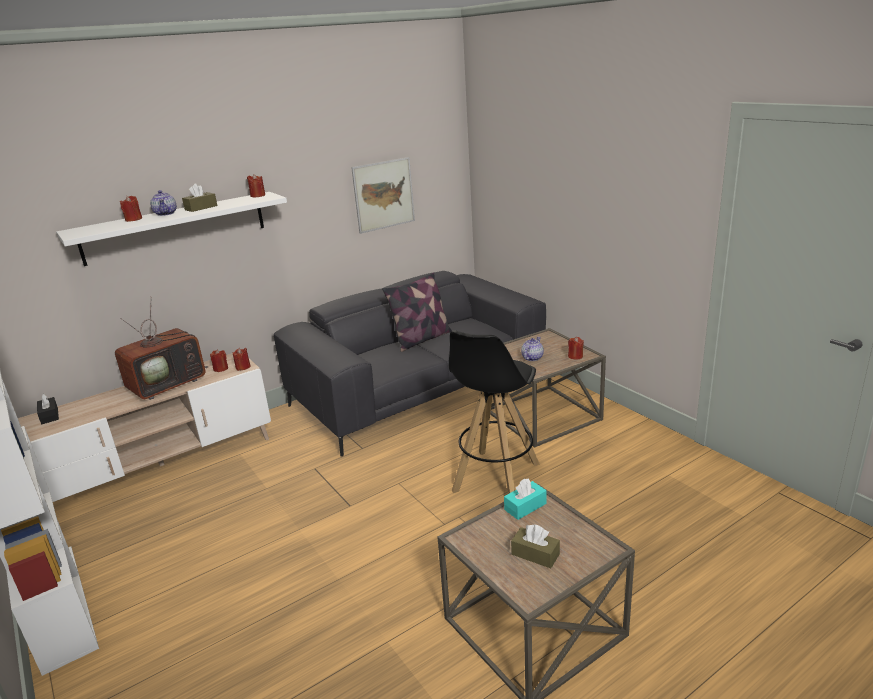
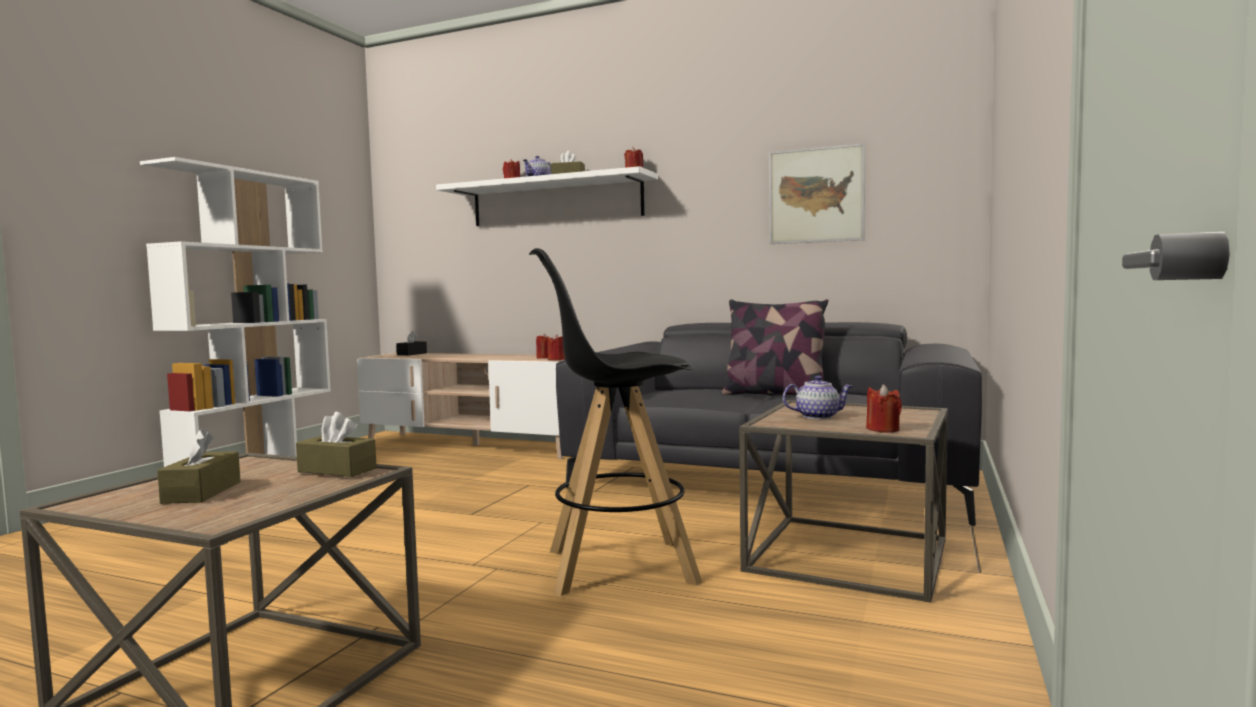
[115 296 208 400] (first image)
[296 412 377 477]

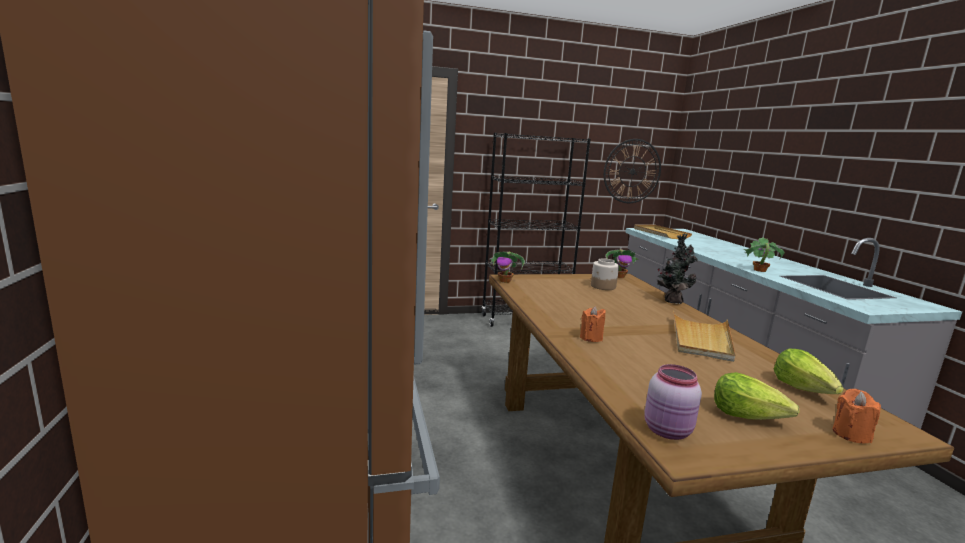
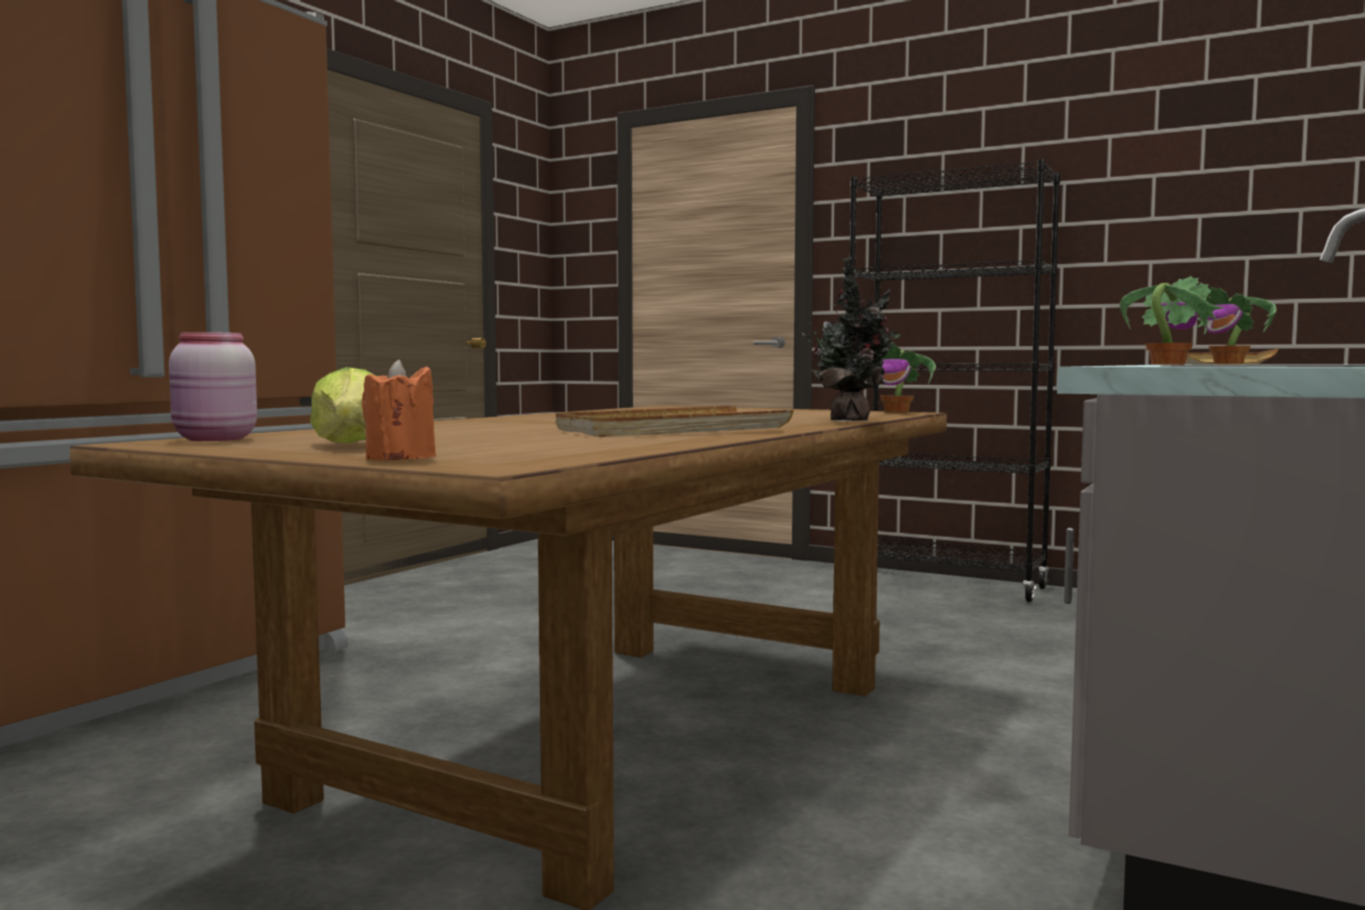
[604 139 661 203] (first image)
[1197 286 1277 364]
[591 258 619 290] (first image)
[580 306 606 342] (first image)
[774 349 844 394] (first image)

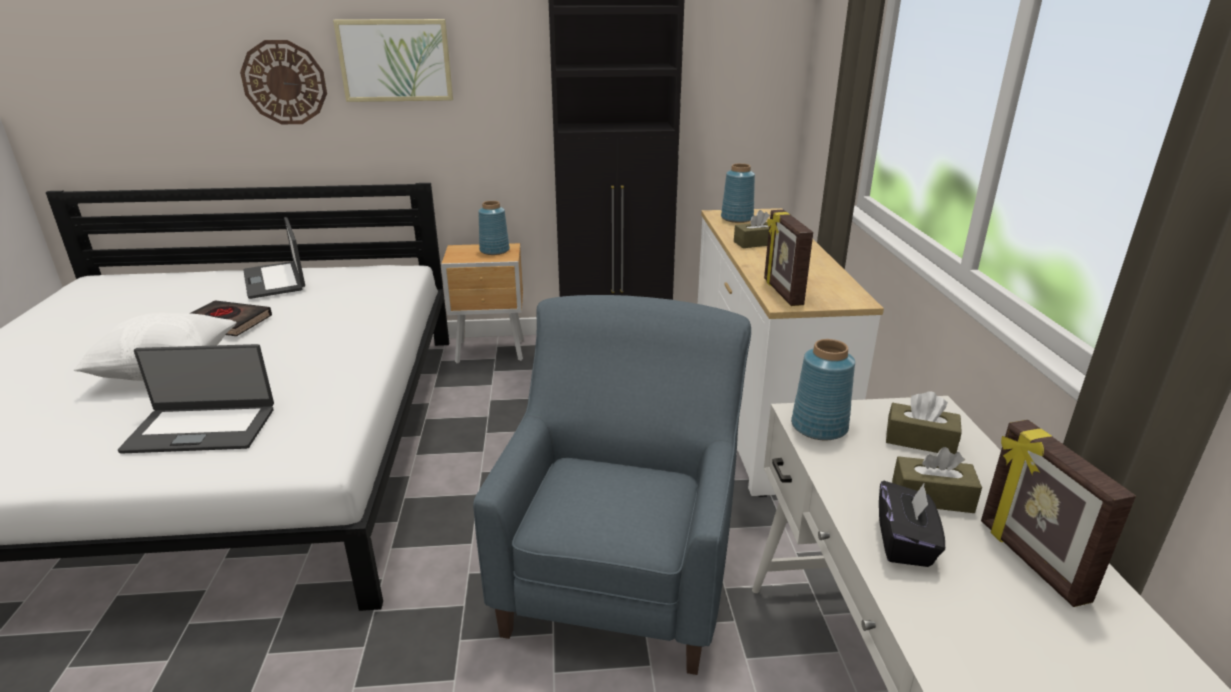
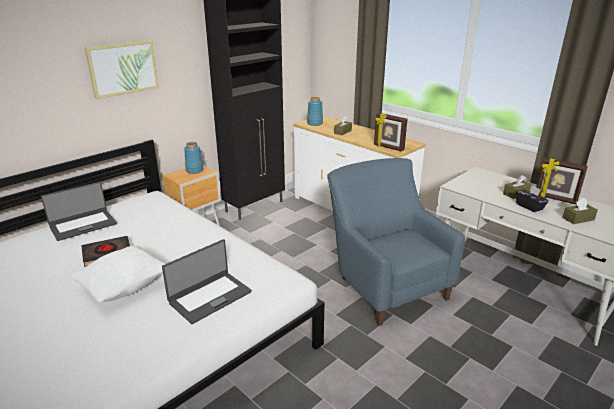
[240 40 327 124] (first image)
[41 182 117 241]
[791 339 855 440] (first image)
[562 198 598 224]

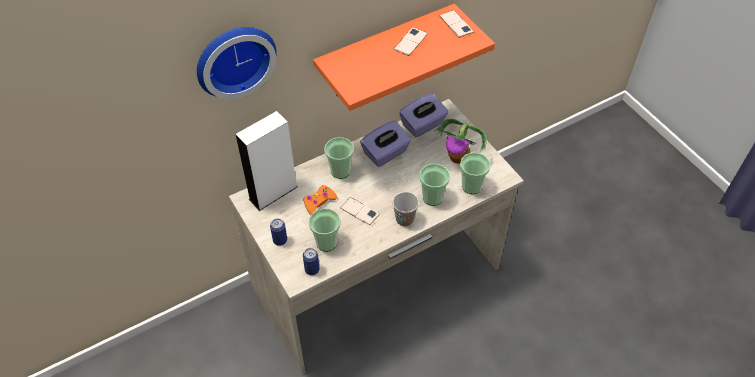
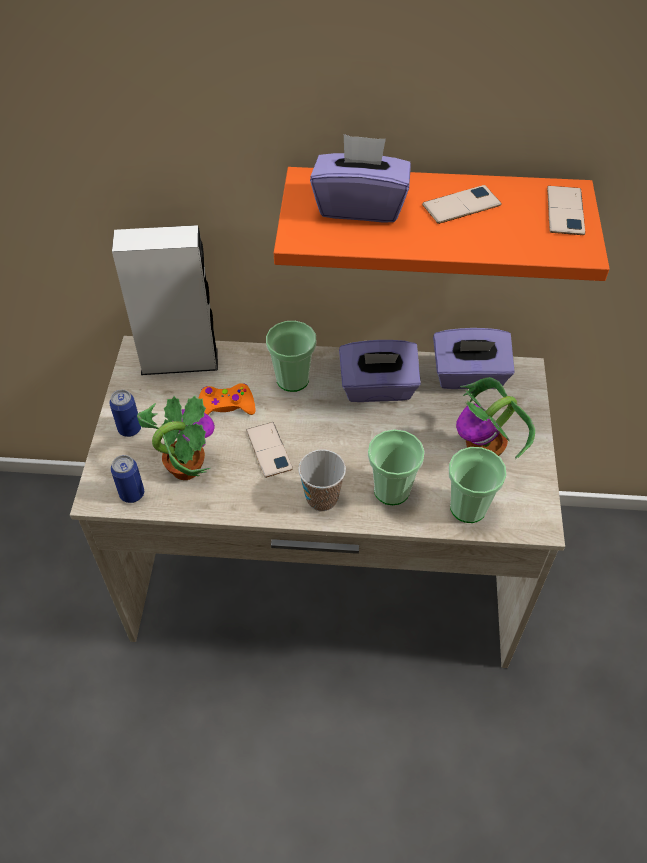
[197 27 277 99] (first image)
[137 395 215 480]
[310 134 411 222]

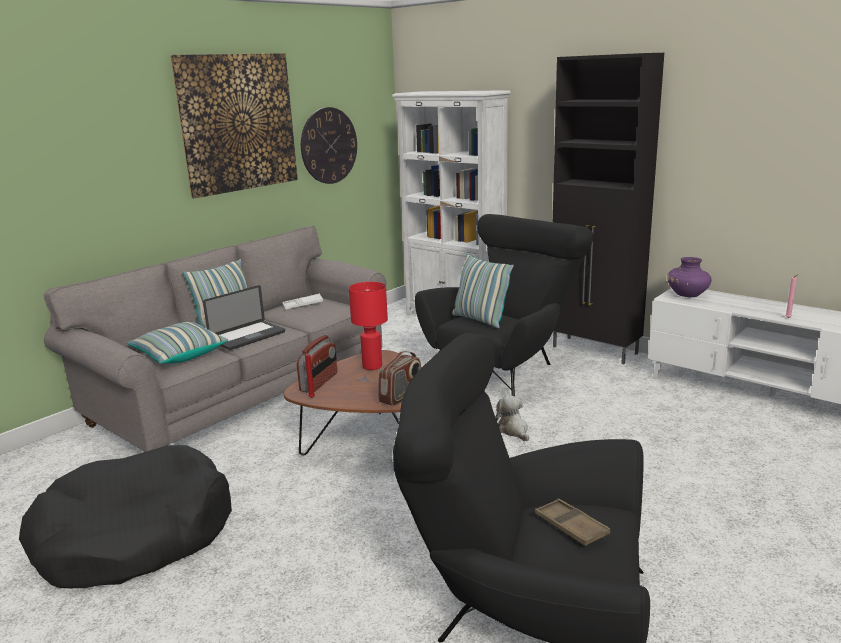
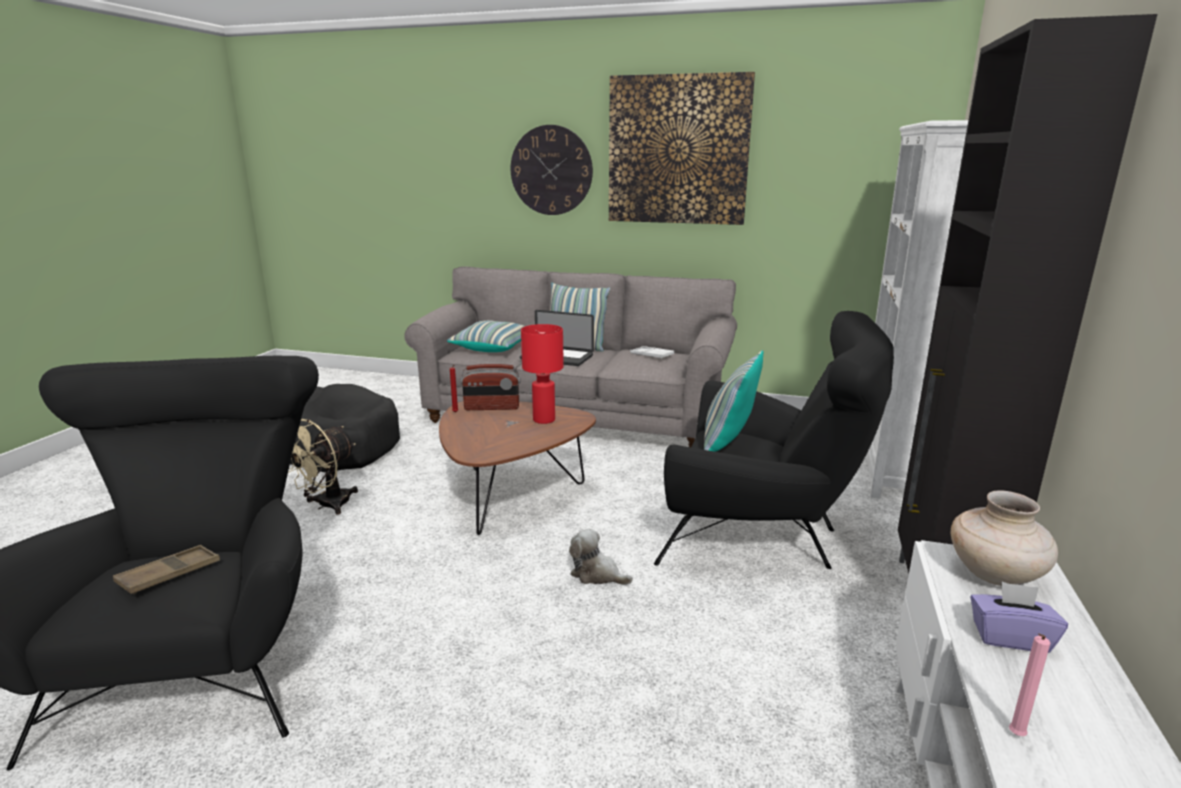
[510 125 593 215]
[951 491 1058 586]
[378 351 421 406] (first image)
[569 529 633 585]
[288 419 358 515]
[970 582 1068 653]

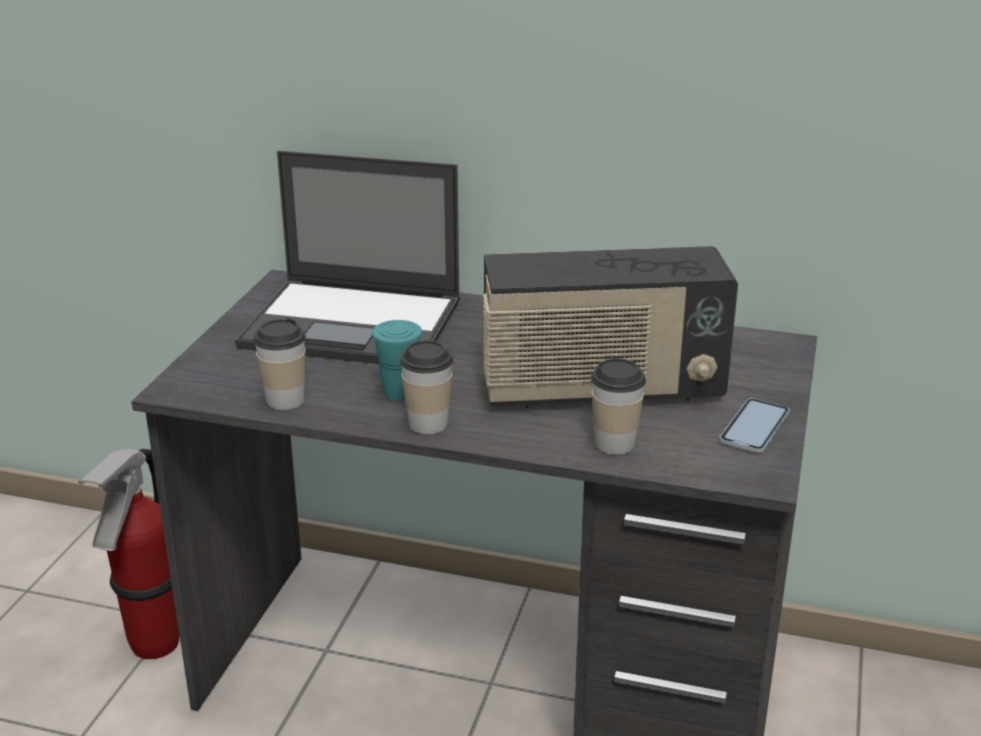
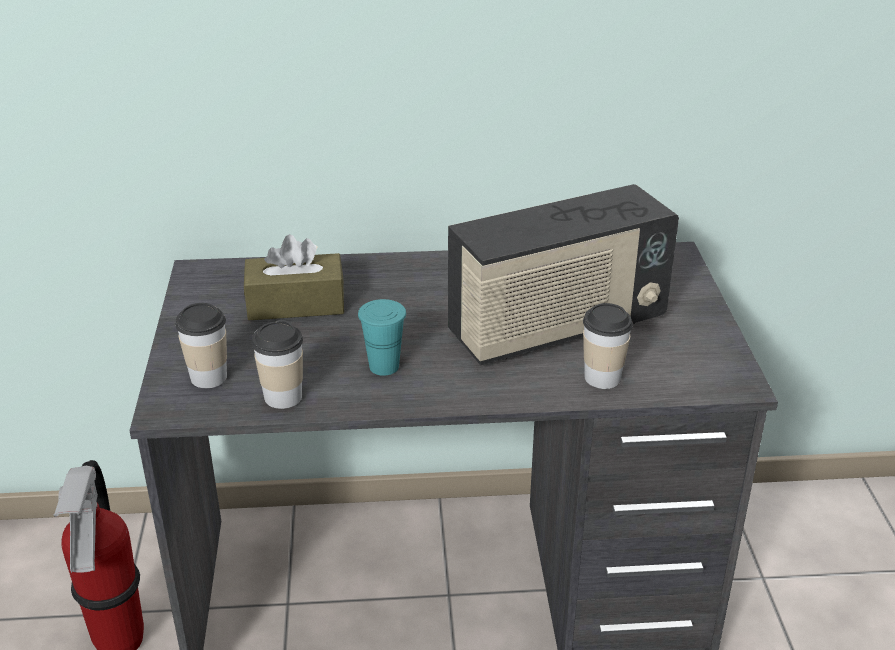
[244 234 344 320]
[175 303 227 388]
[719 398 790 453] (first image)

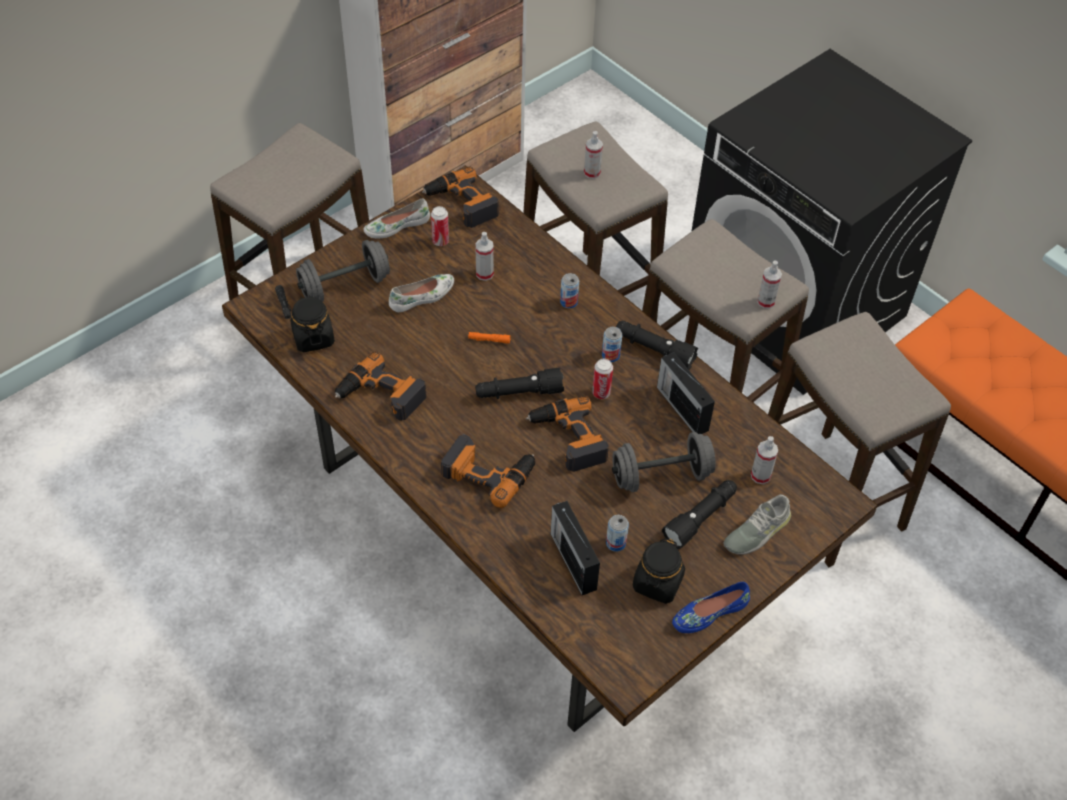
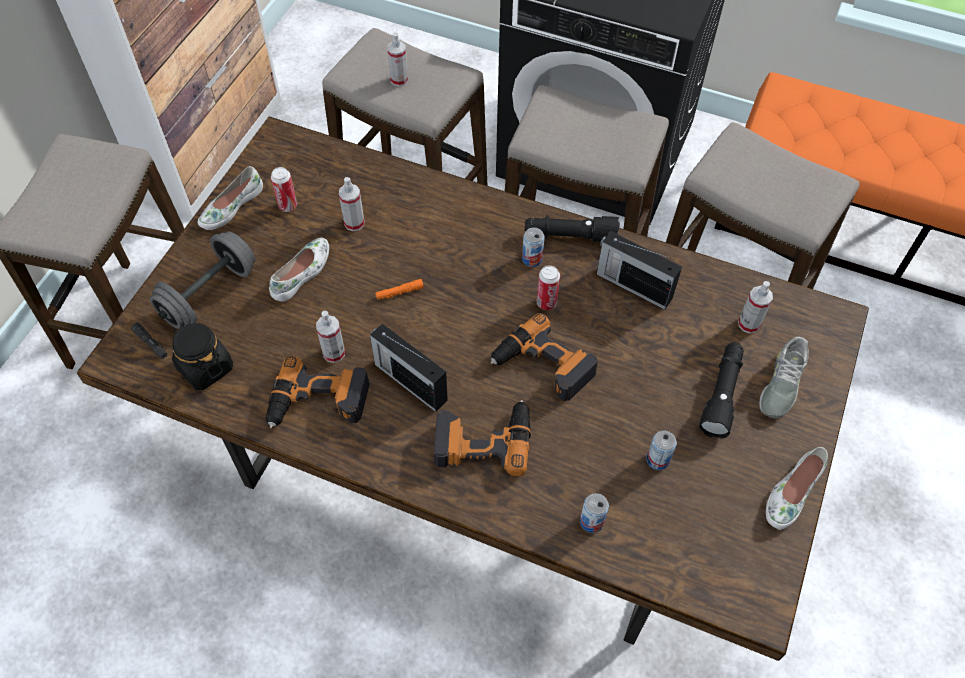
[422 167 499 228] (first image)
[316 311 345 363]
[580 493 609 533]
[475 368 564 399] (first image)
[612 432 716 492] (first image)
[370 323 448 412]
[633 538 685 604] (first image)
[766 447 828 529]

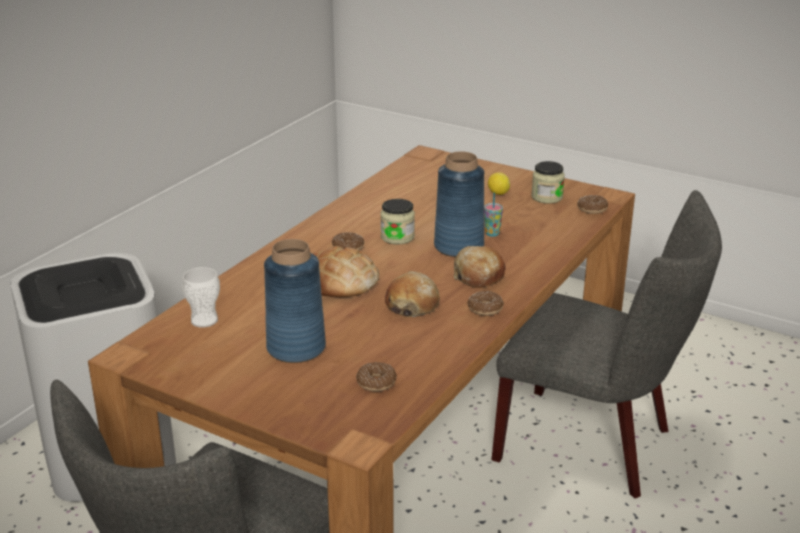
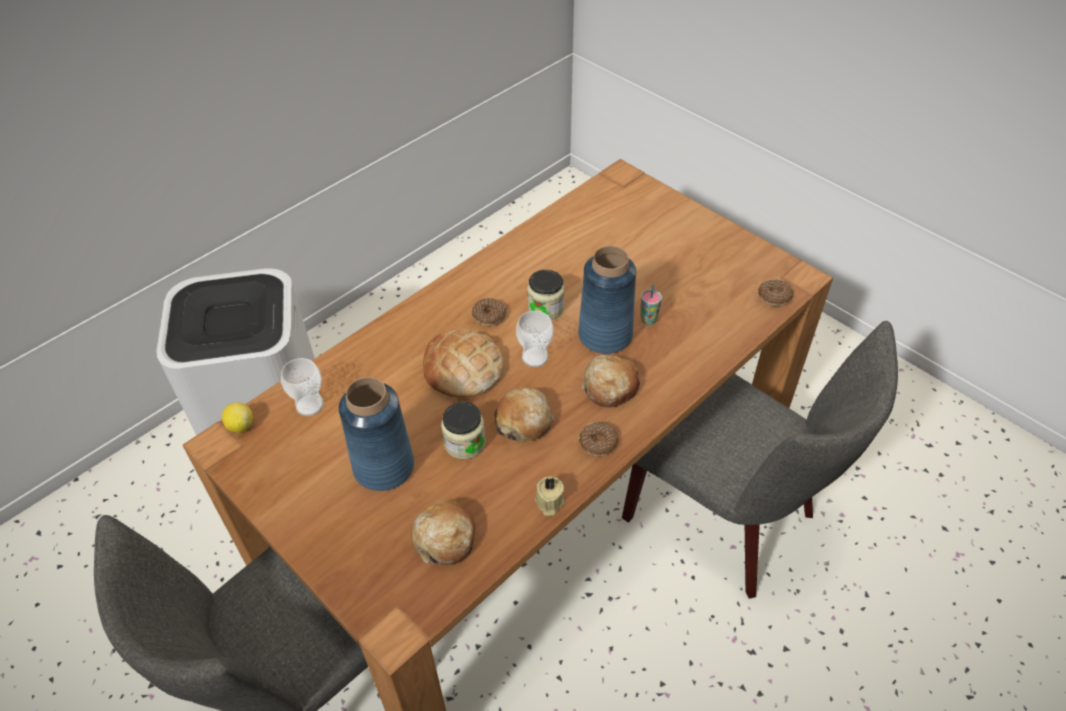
[441 402 486 459]
[222 402 253 433]
[411 500 475 565]
[516 311 553 367]
[535 476 564 516]

